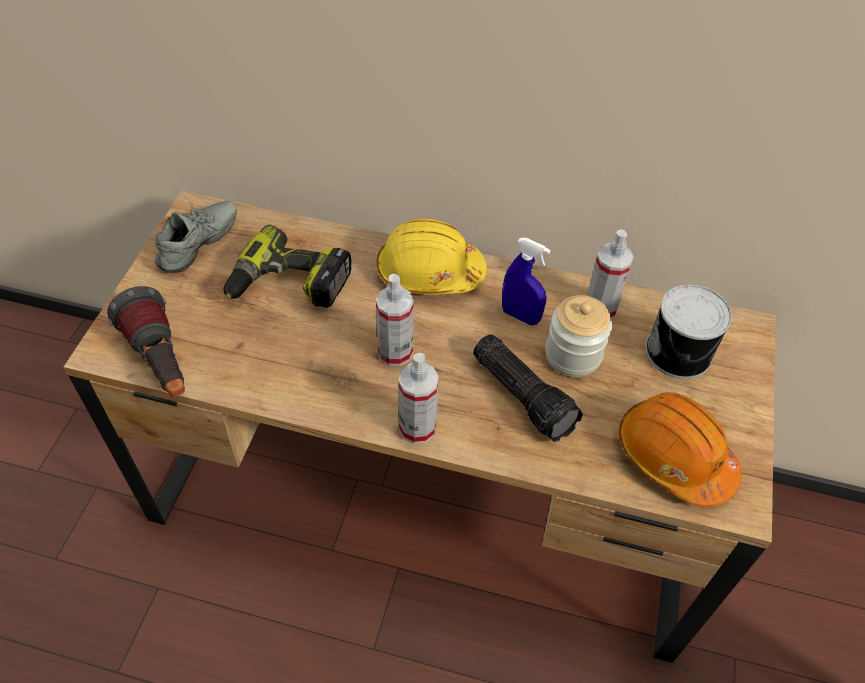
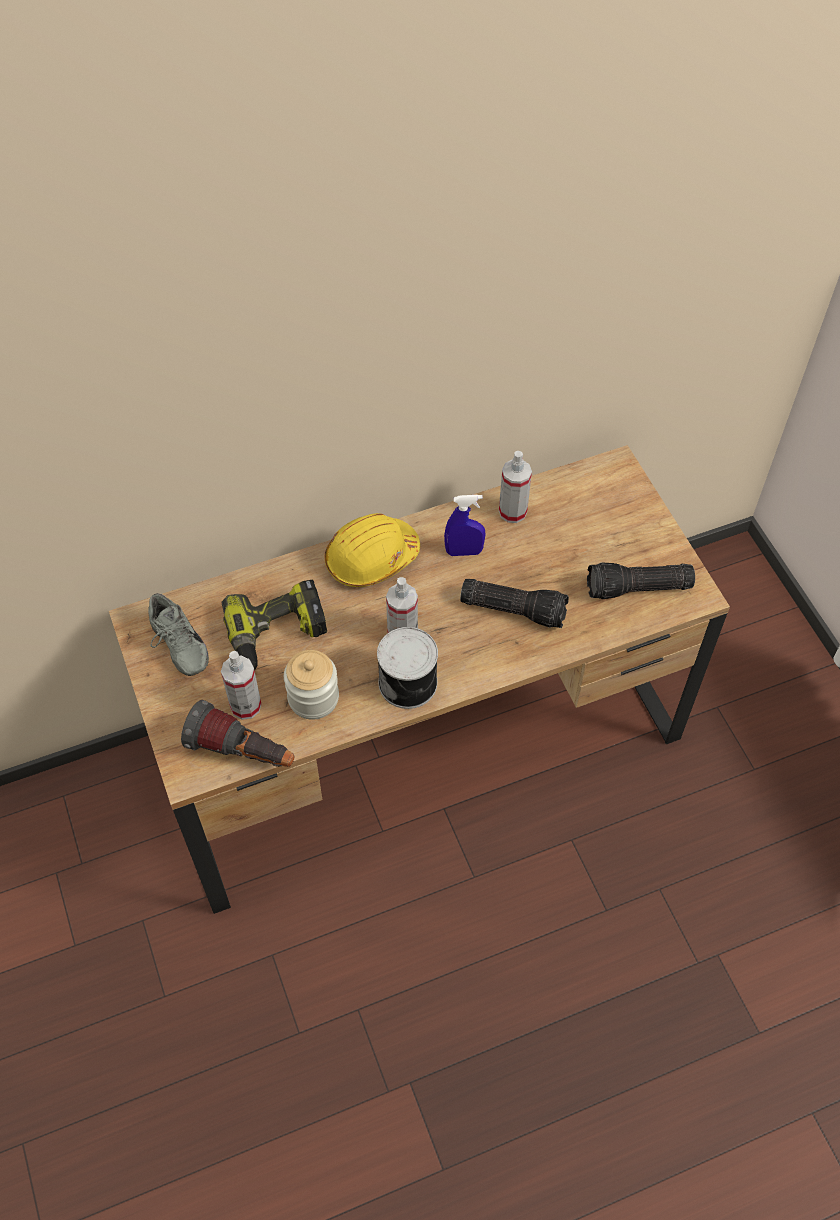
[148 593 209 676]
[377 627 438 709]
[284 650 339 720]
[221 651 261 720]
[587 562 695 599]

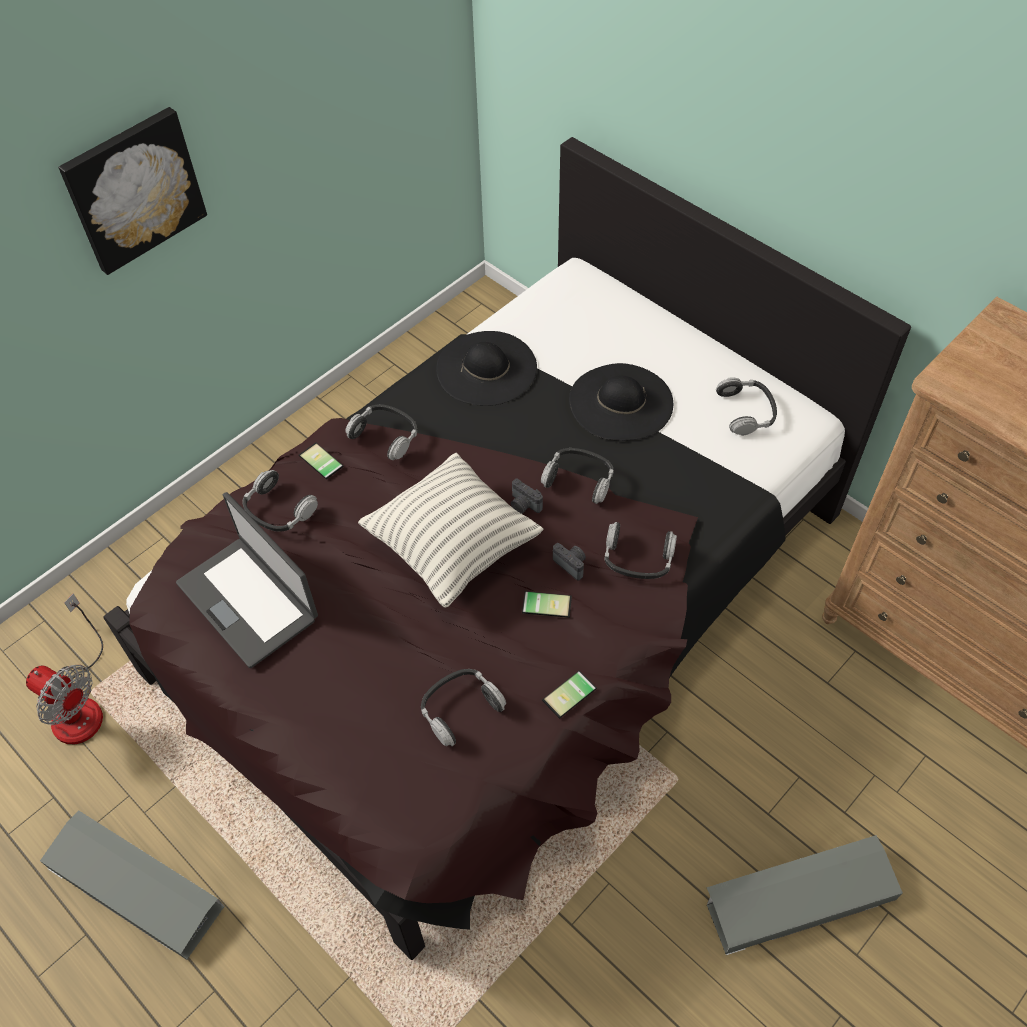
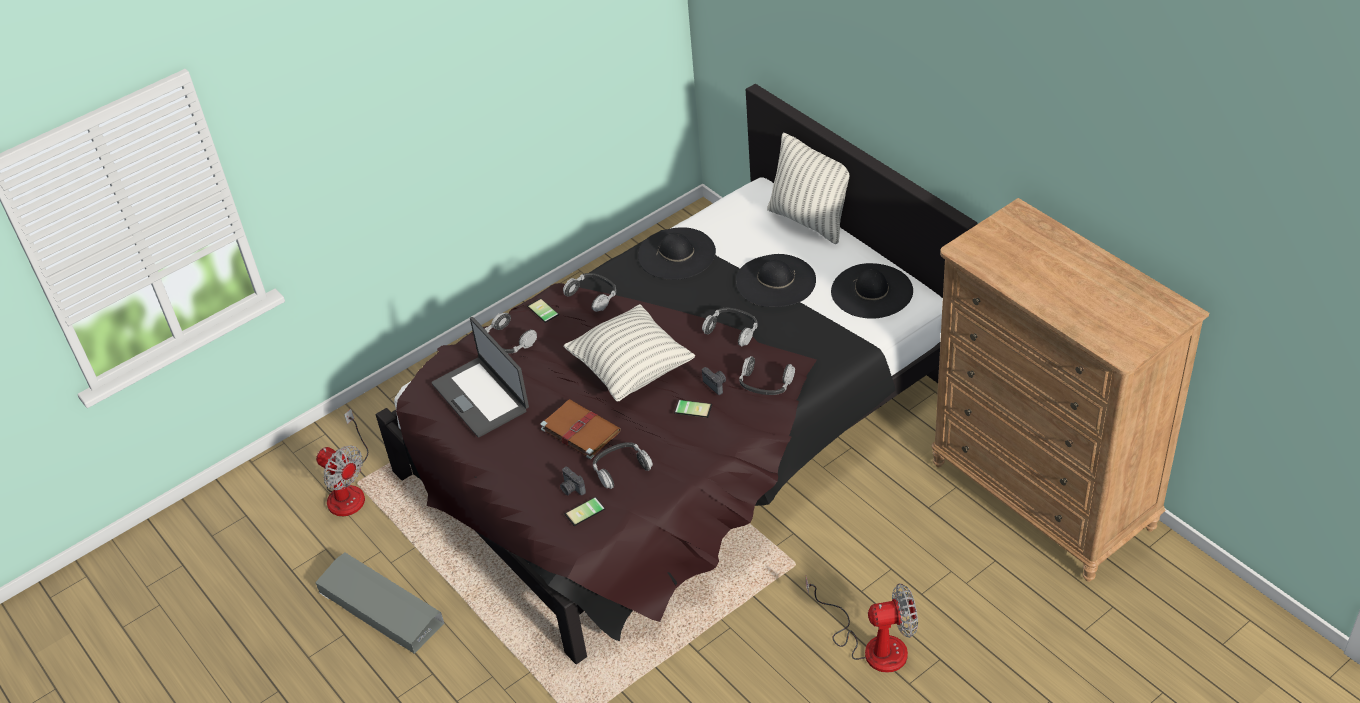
[58 107 207 275] (first image)
[831 263 913 319]
[560 467 586 495]
[564 497 605 526]
[806 577 918 673]
[767 133 849 244]
[540 399 621 459]

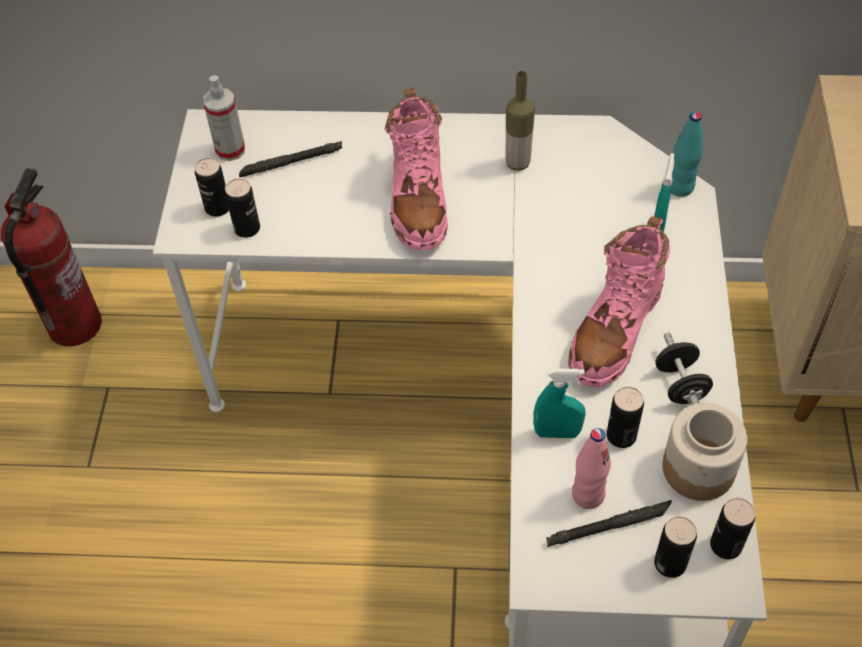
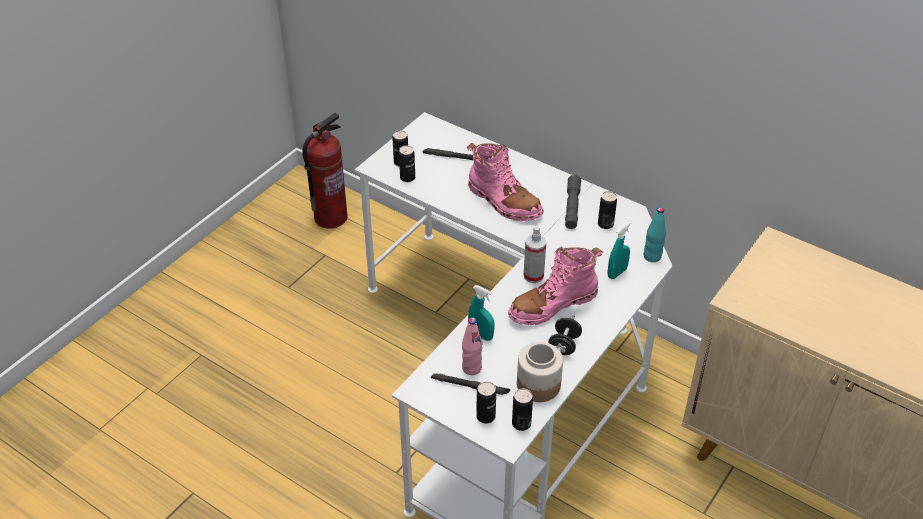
[565 175 581 229]
[524 226 546 283]
[467 143 544 221]
[598 191 617 229]

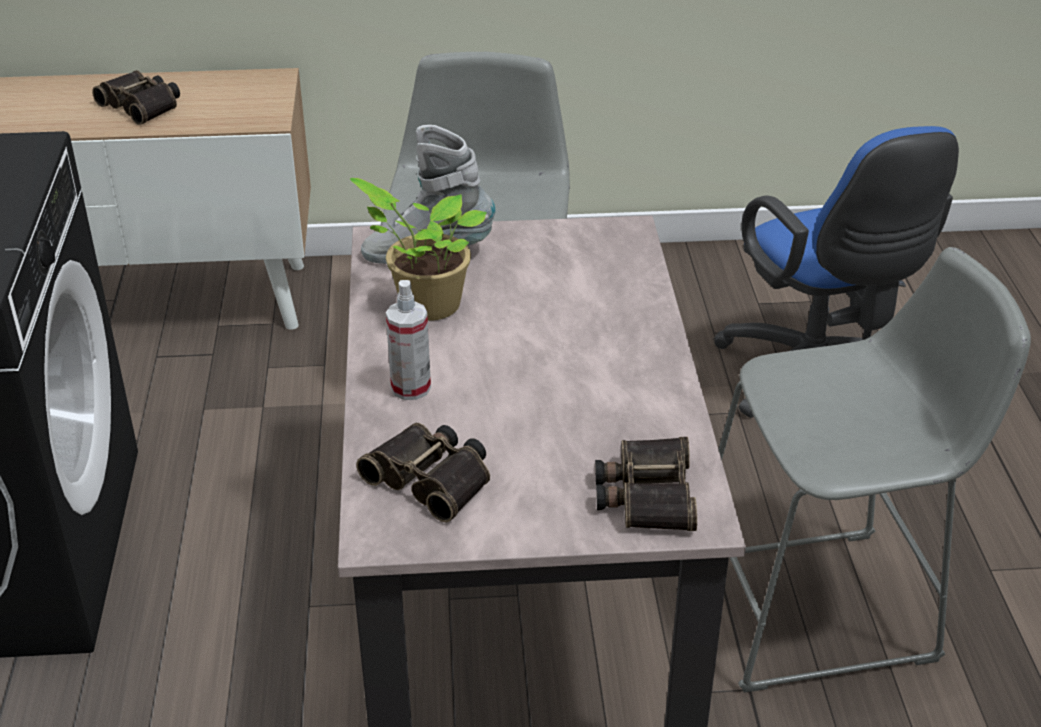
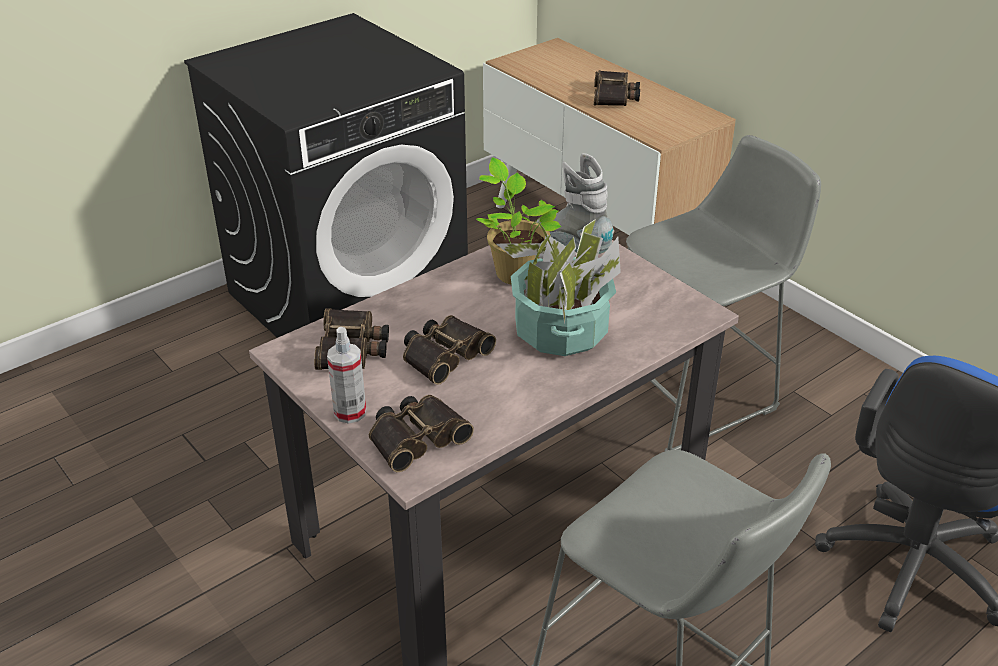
[327 327 366 424]
[497 219 621 356]
[403 315 496 385]

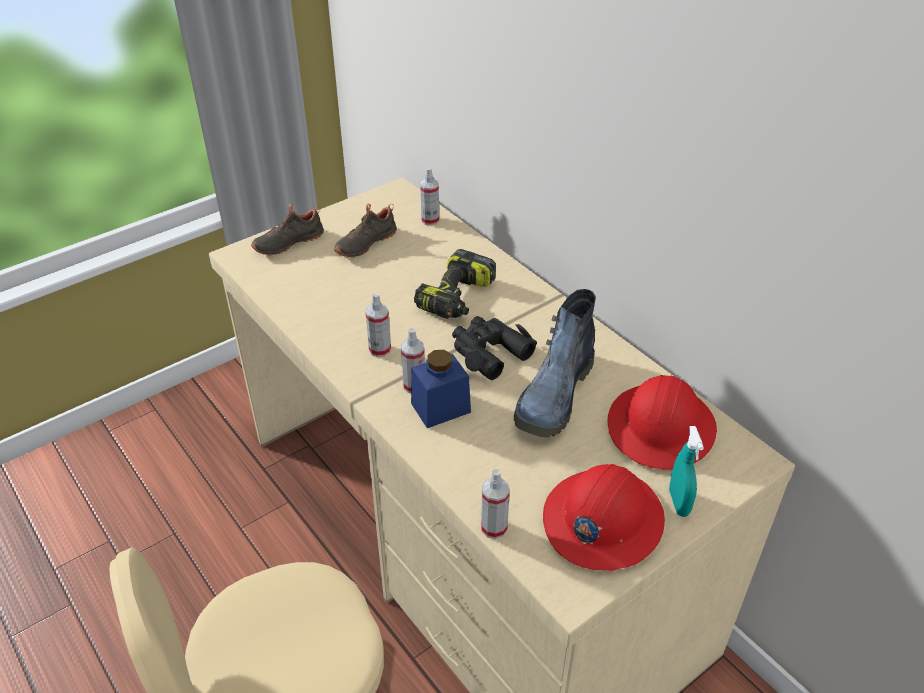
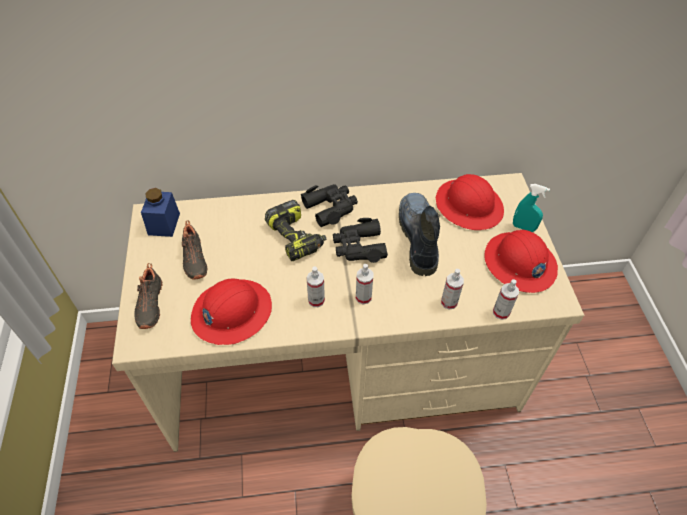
[441 269 464 310]
[399 193 440 276]
[141 188 180 237]
[301 184 358 227]
[191 279 272 345]

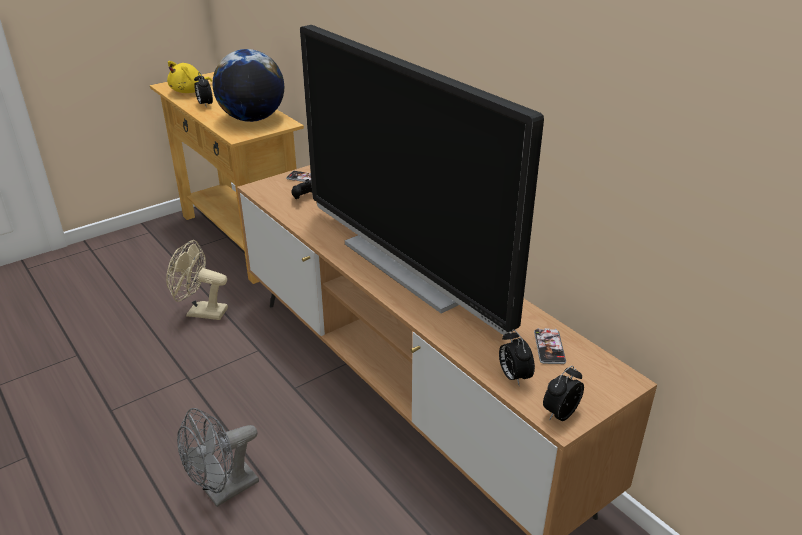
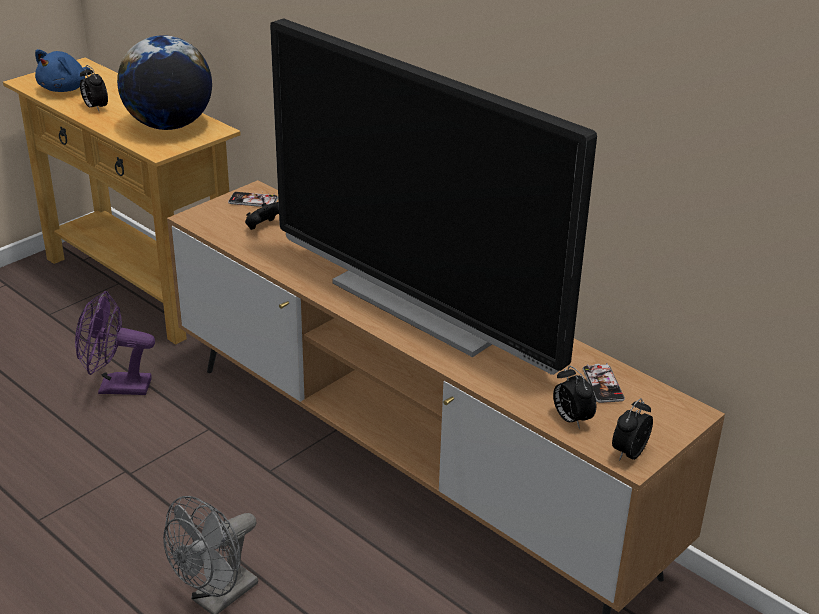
[35 49 90 92]
[75 291 155 395]

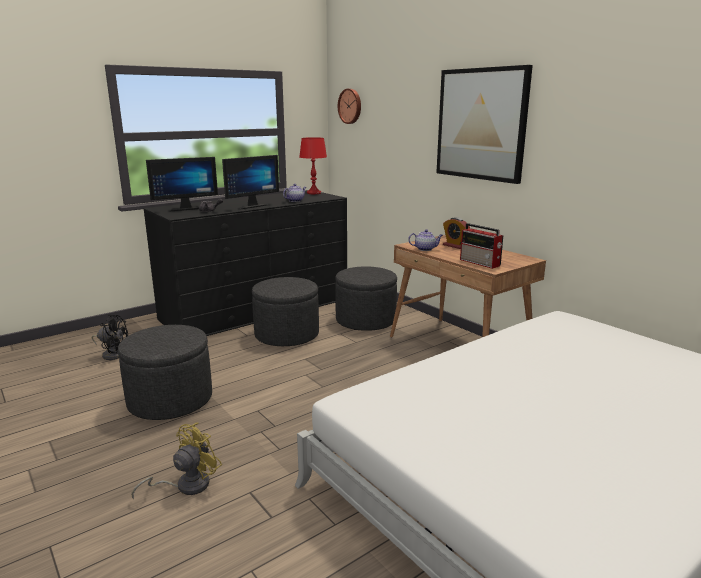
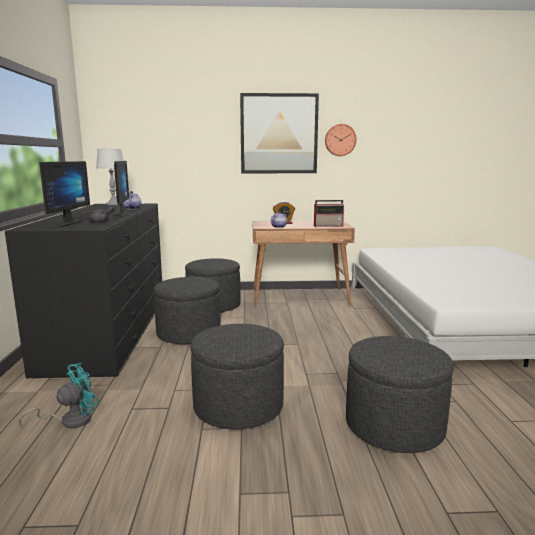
[325 124 356 156]
[96 149 124 205]
[19 363 99 428]
[346 336 454 453]

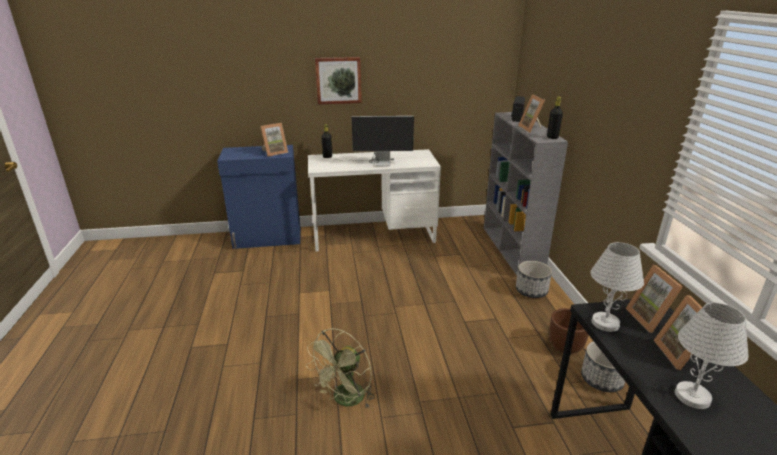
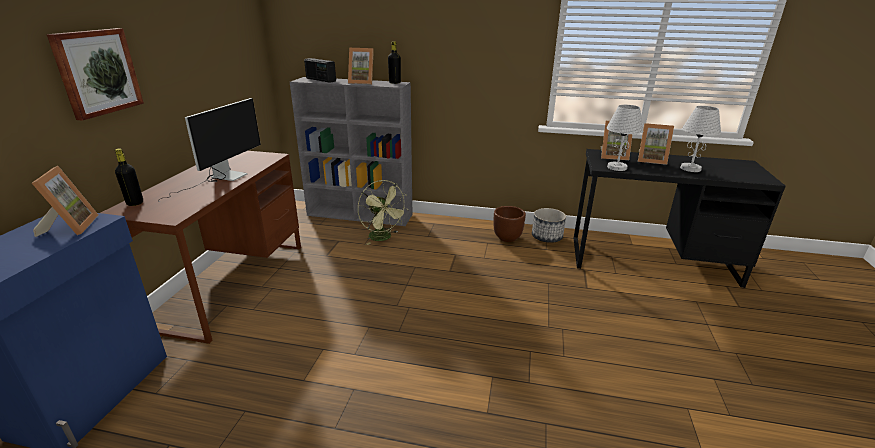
[101 151 301 344]
[516 261 552 298] (first image)
[358 180 408 245]

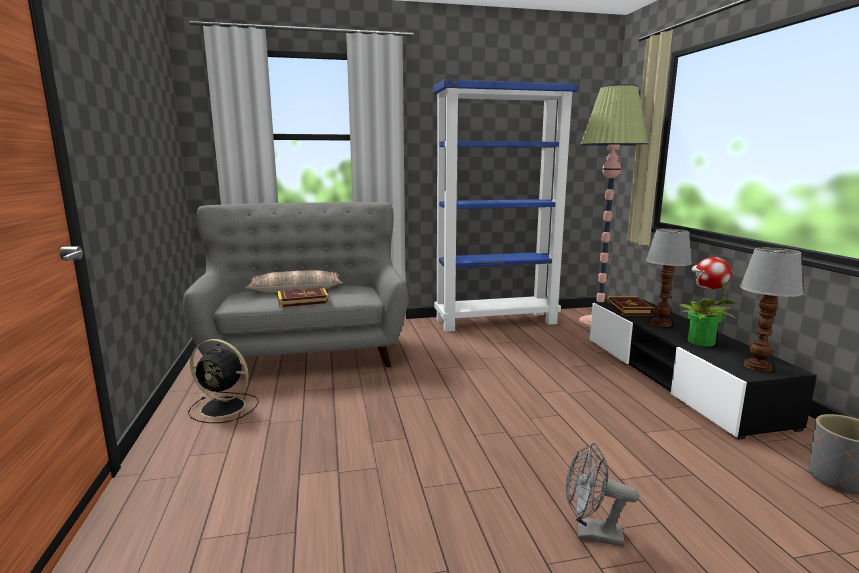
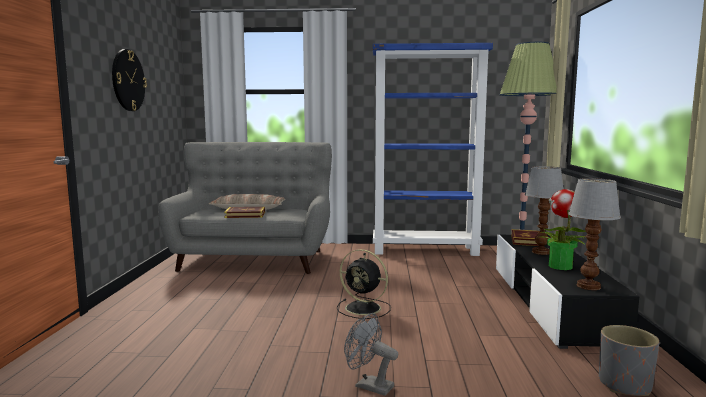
[337 249 391 319]
[112 49 147 111]

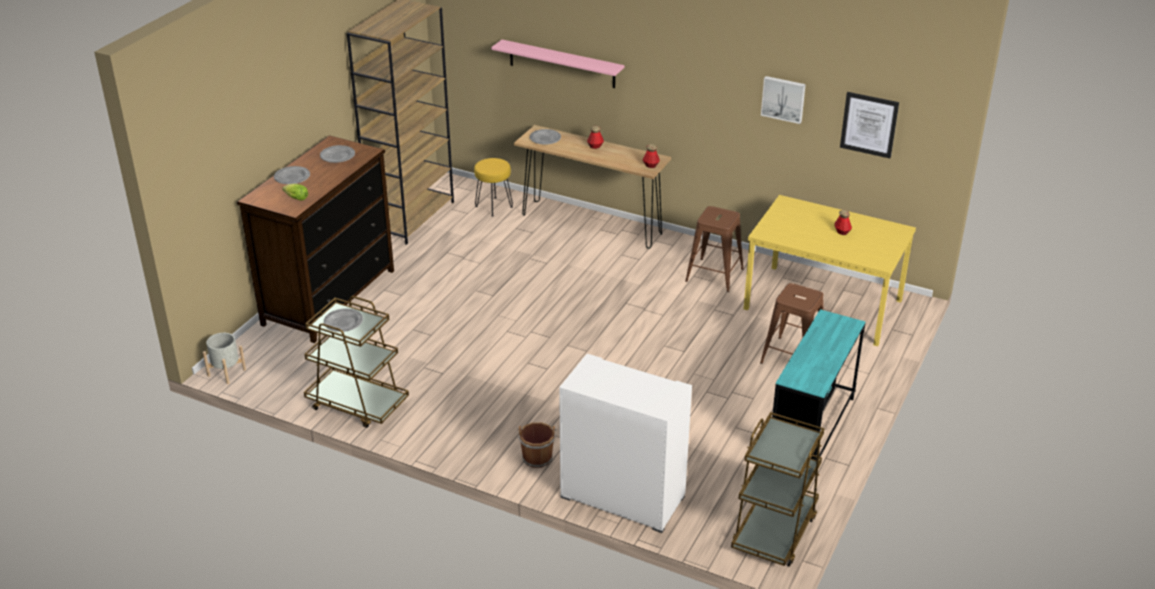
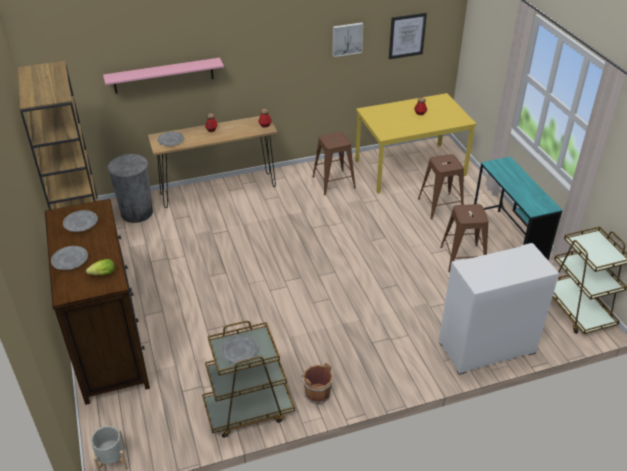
[107 154 153 223]
[300 363 333 404]
[440 204 489 272]

